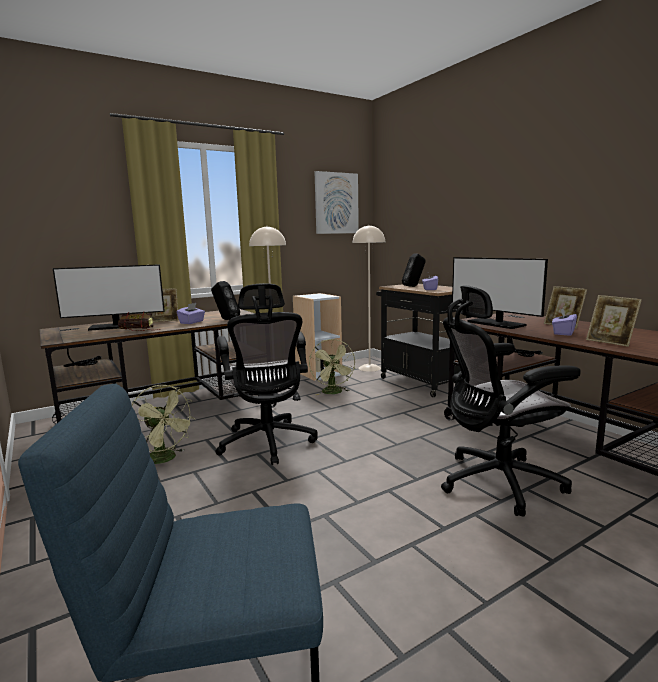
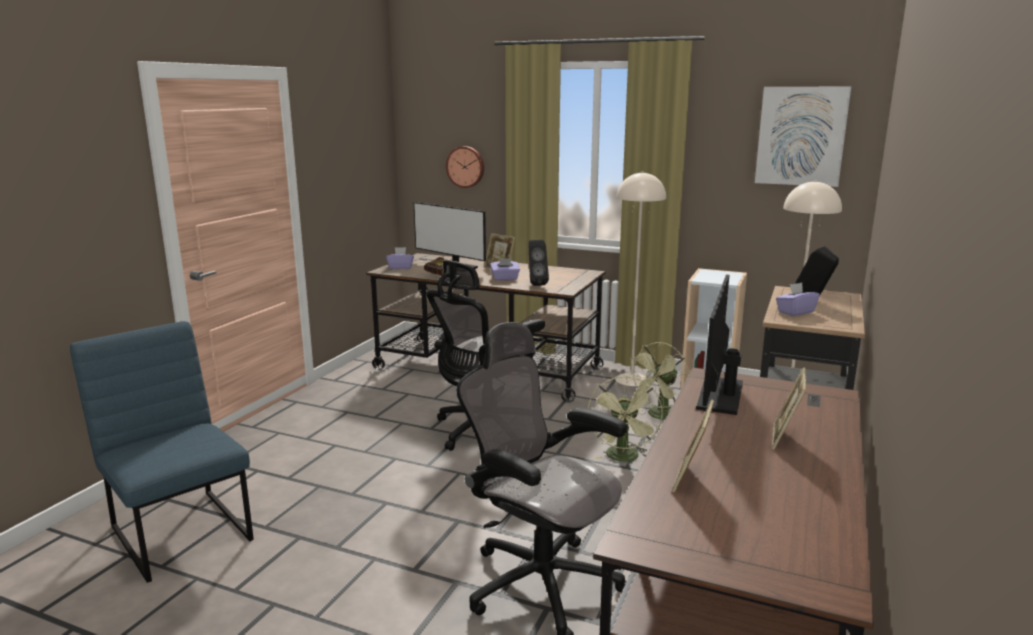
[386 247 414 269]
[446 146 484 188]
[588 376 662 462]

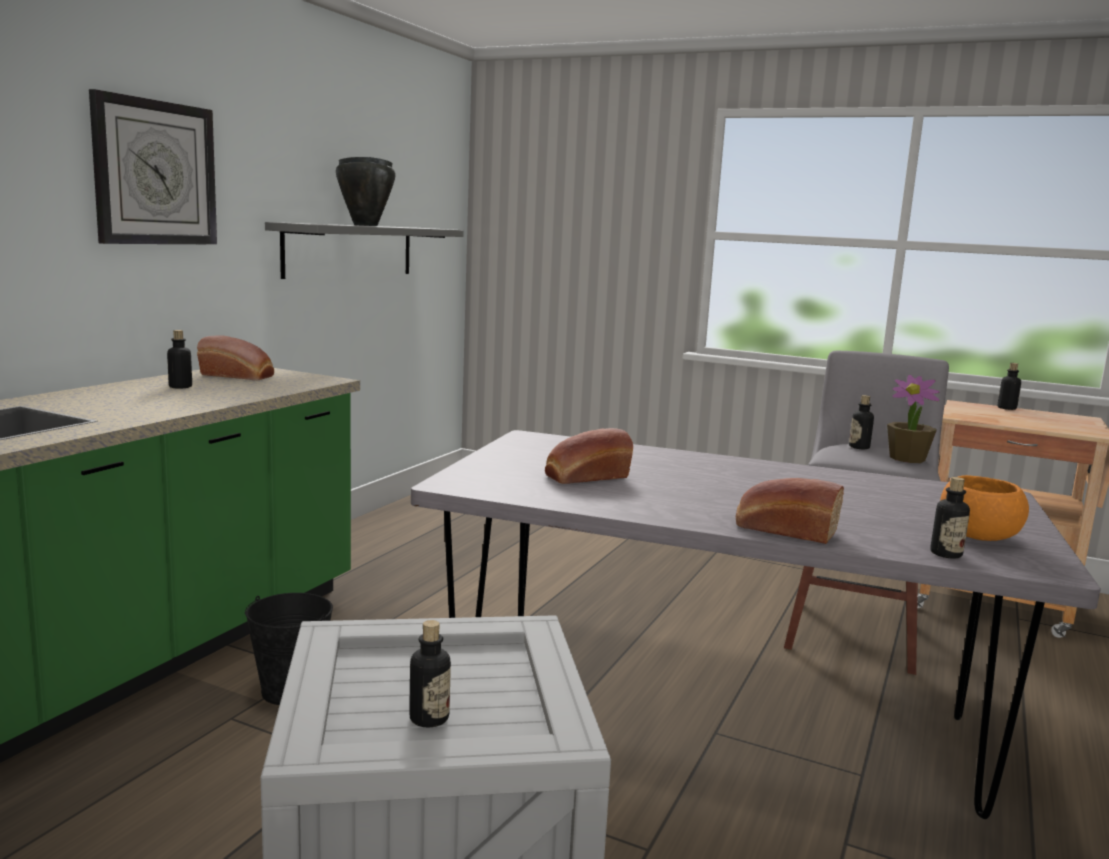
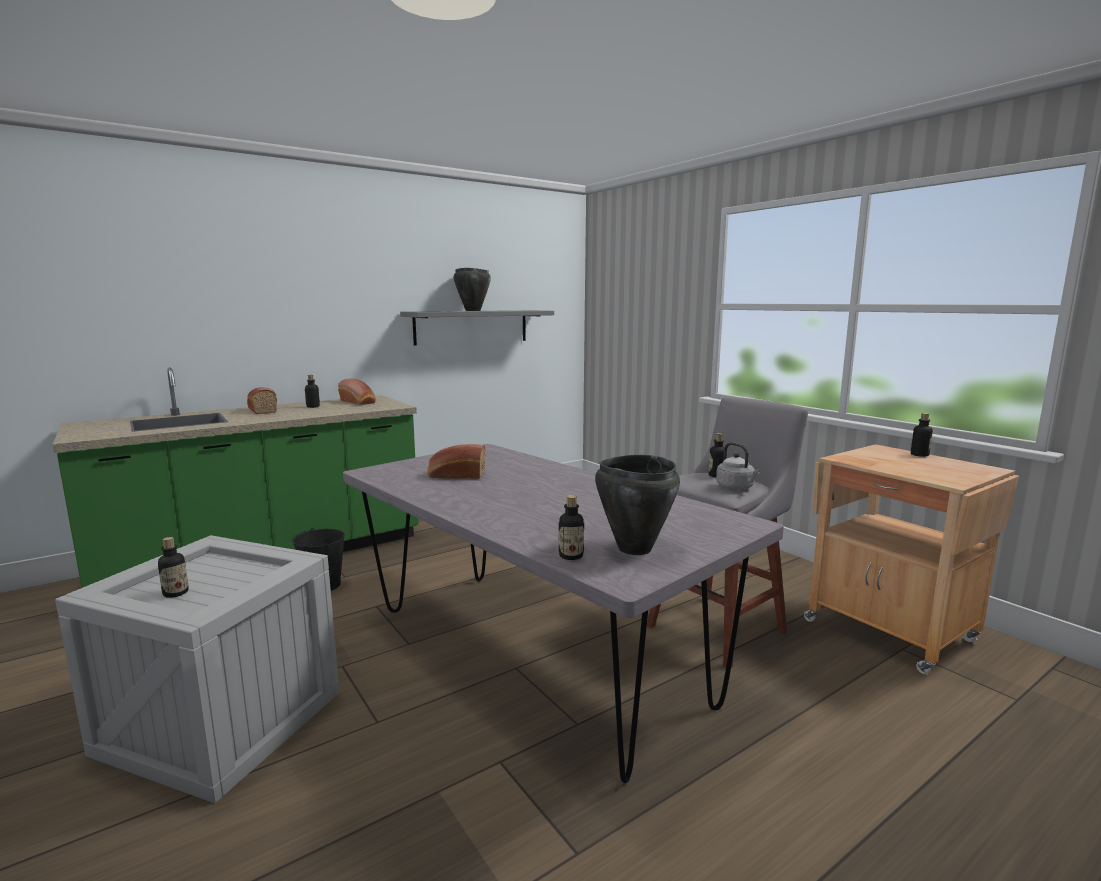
[247 387 277 414]
[595 455 680 555]
[716 442 760 490]
[89 89 217 245] (first image)

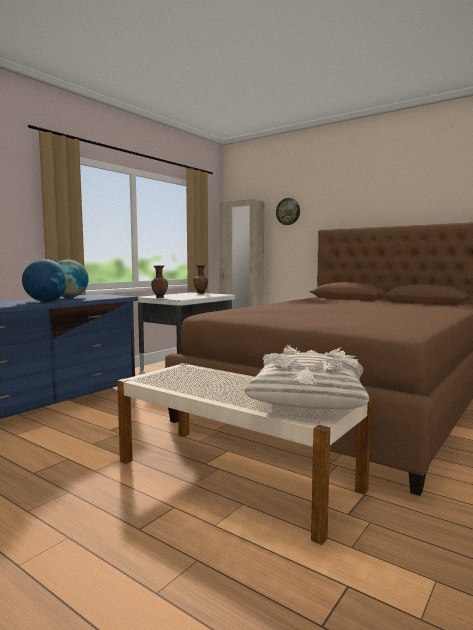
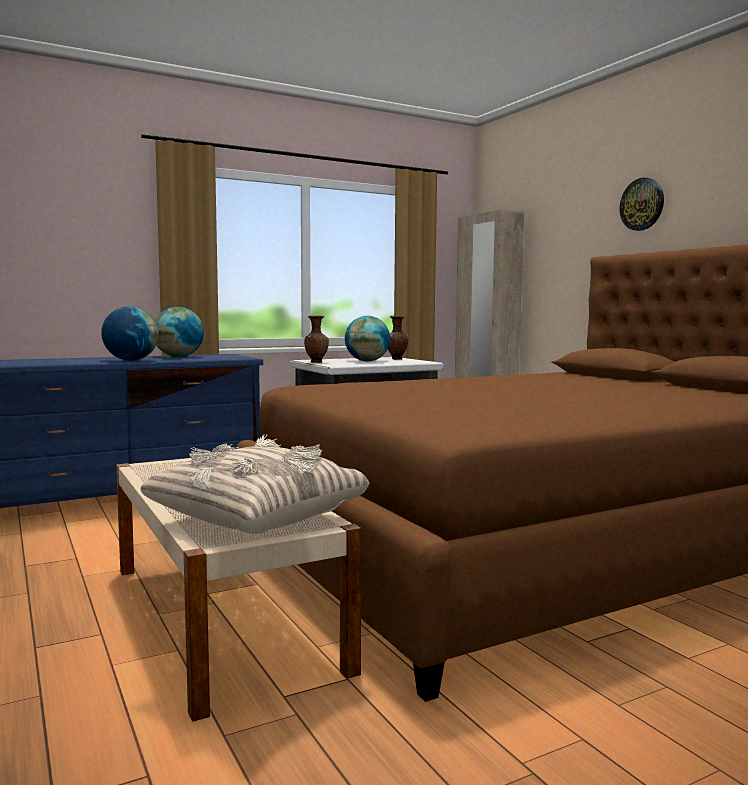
[345 316 390 361]
[619 178 664 231]

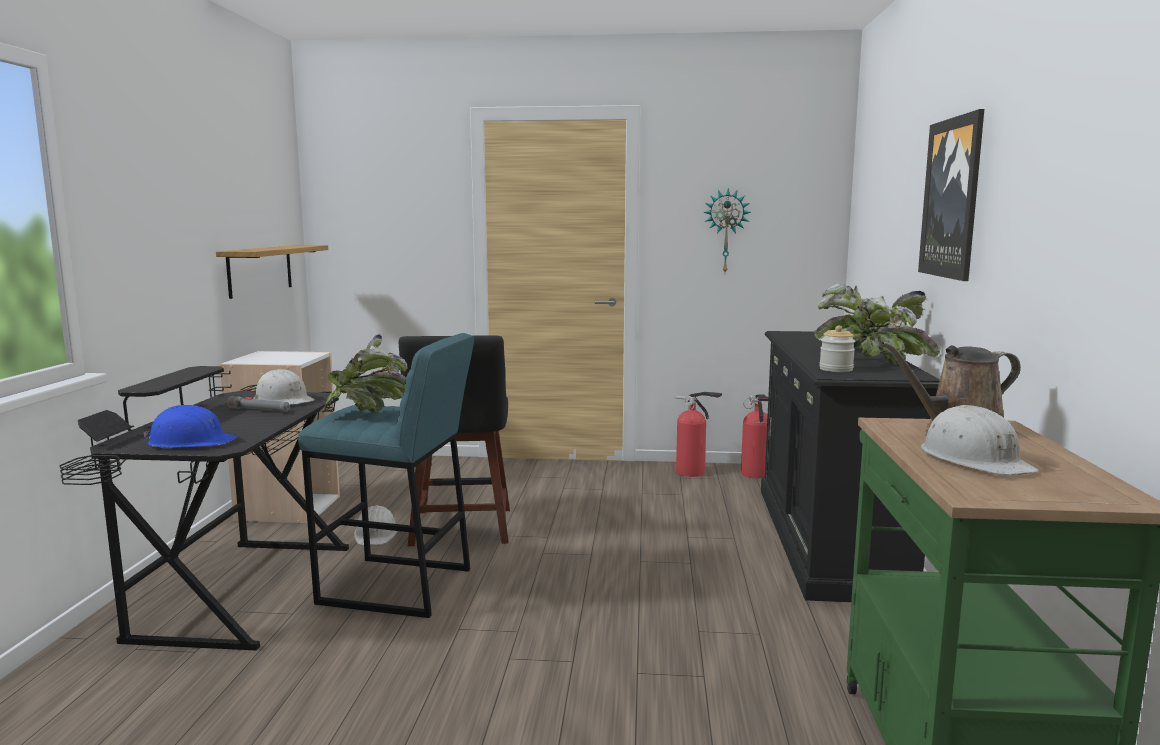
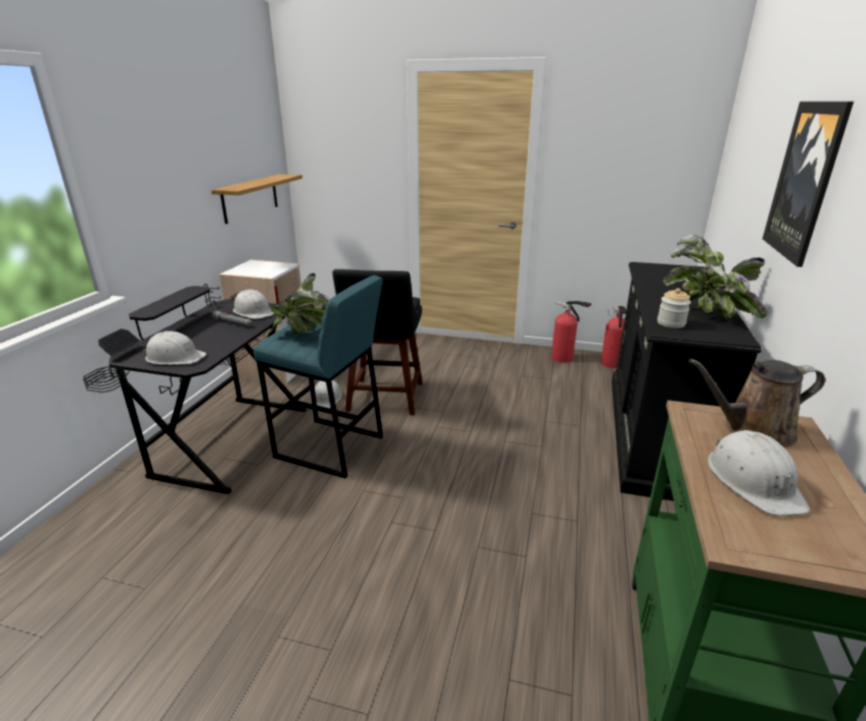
[143 331 206 365]
[703 188 751 273] (first image)

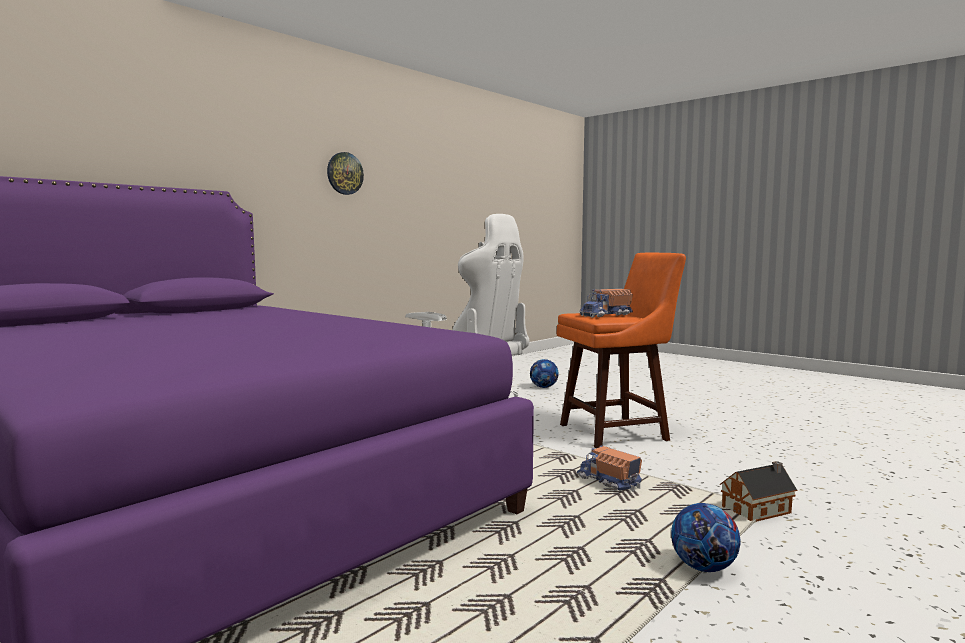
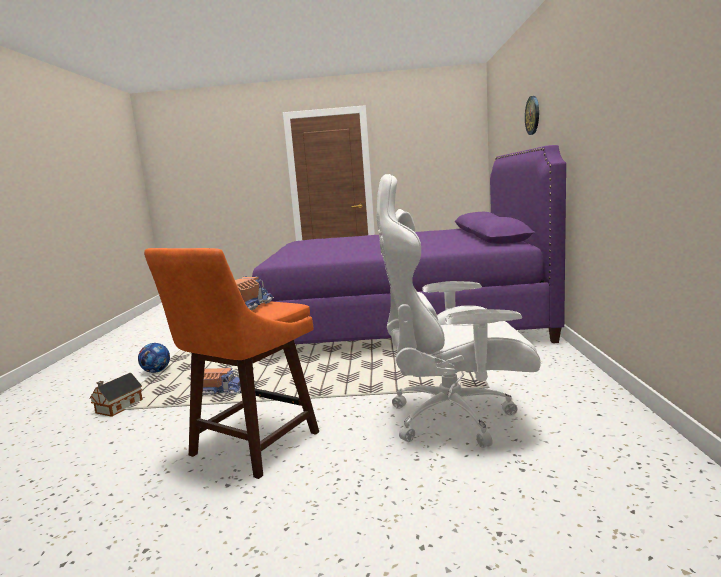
[525 96 539 135]
[530 359 559 388] (first image)

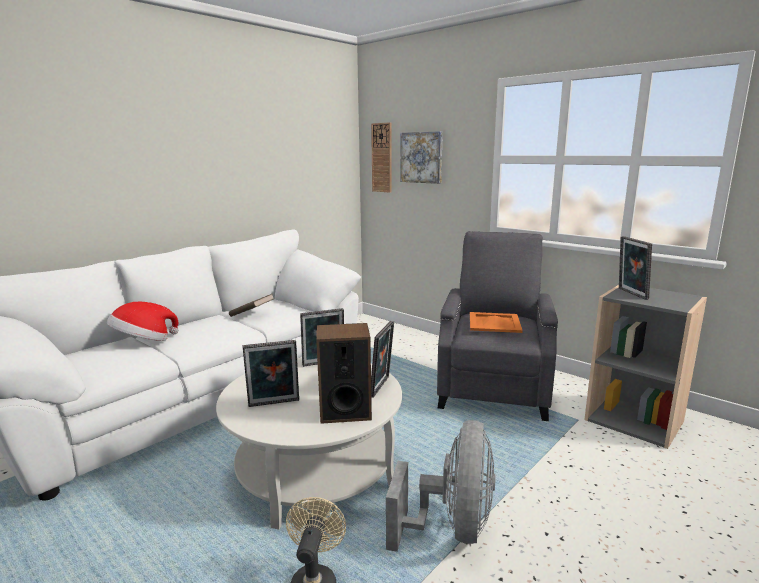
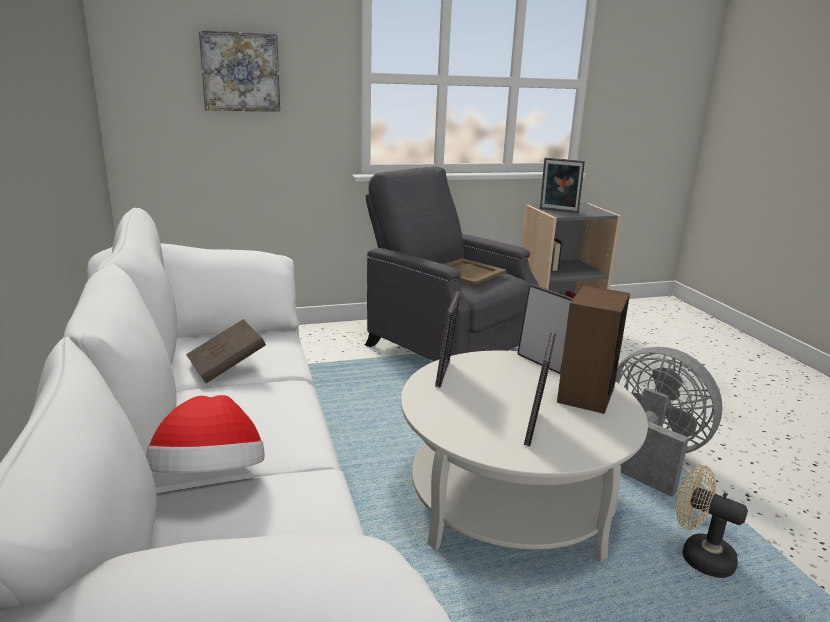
[444 258 506 285]
[371 122 392 193] (first image)

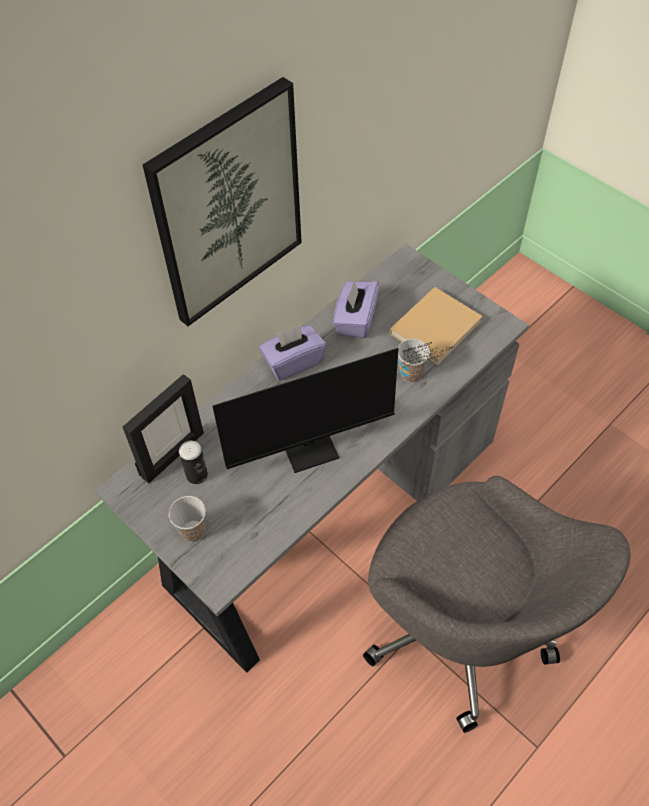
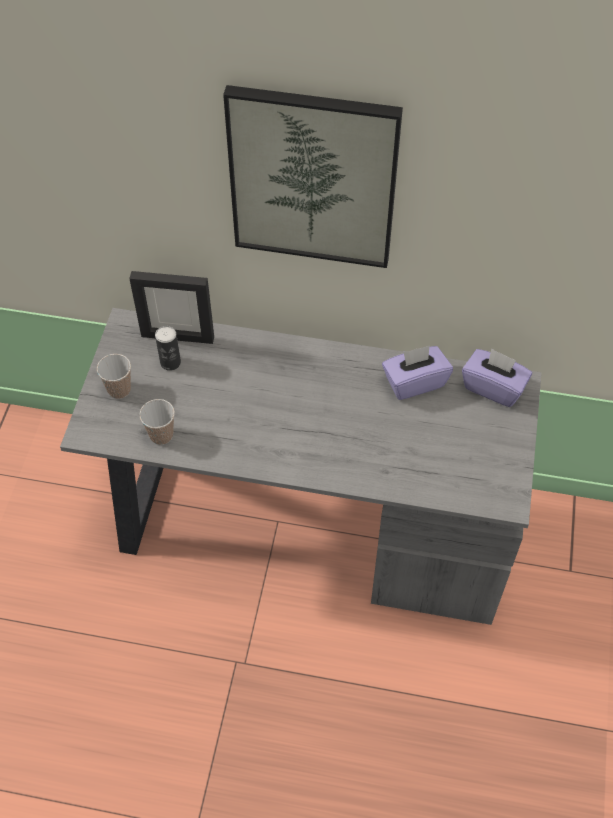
[139 399 175 445]
[462 348 532 407]
[212 342 454 473] (first image)
[363 476 631 733] (first image)
[390 287 483 366] (first image)

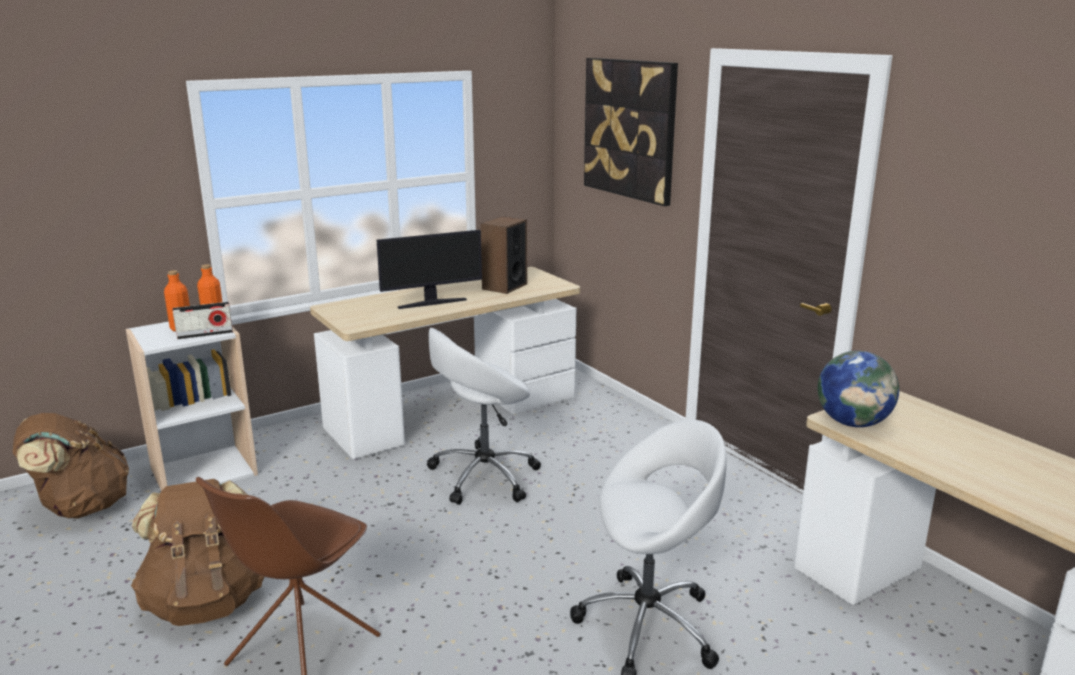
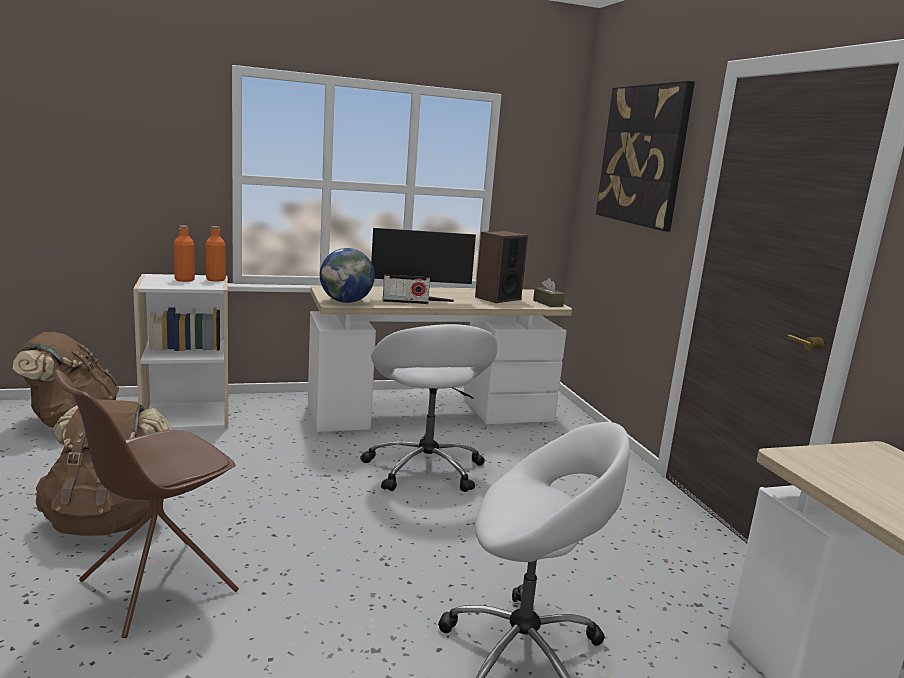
[320 248 375 303]
[360 324 497 492]
[383 275 430 304]
[533 278 565 307]

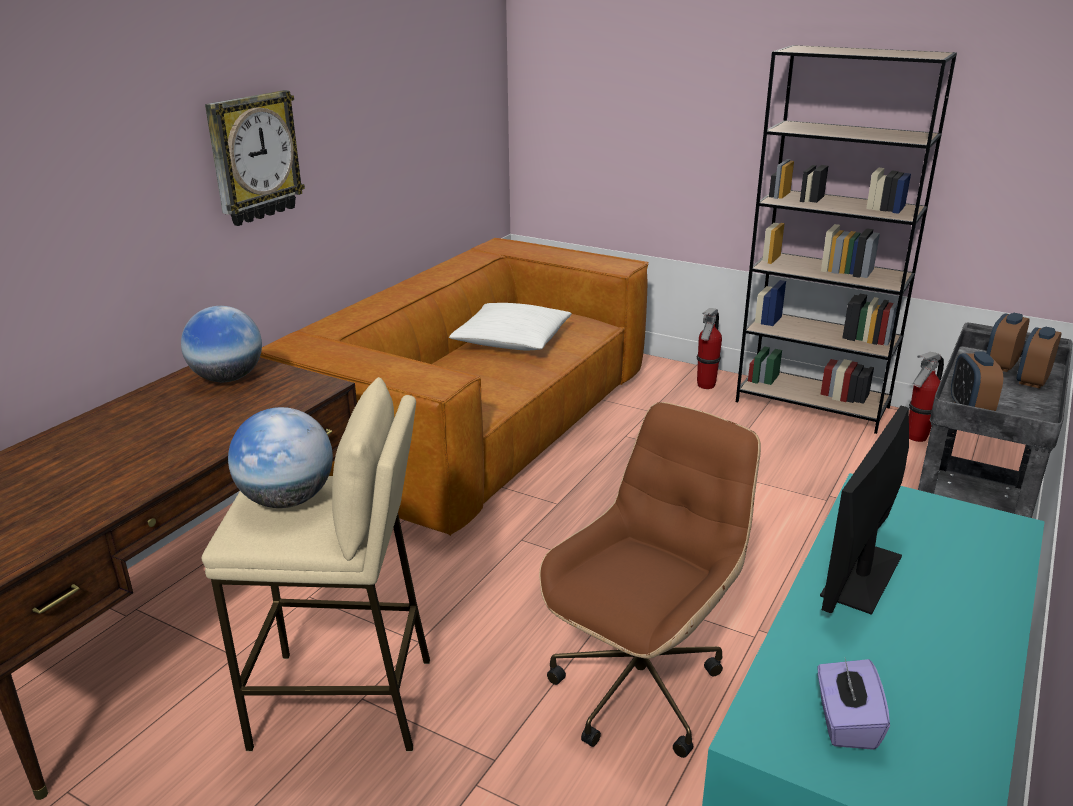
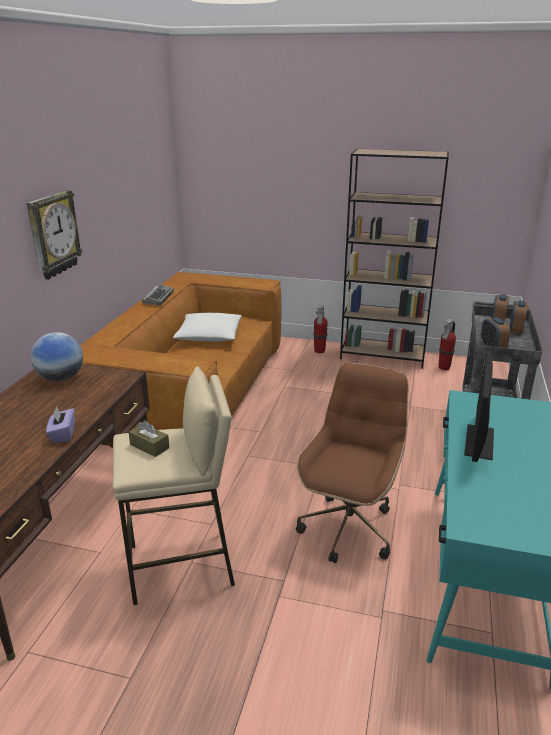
[46 406 75 443]
[129 420 169 457]
[142 284 174 306]

